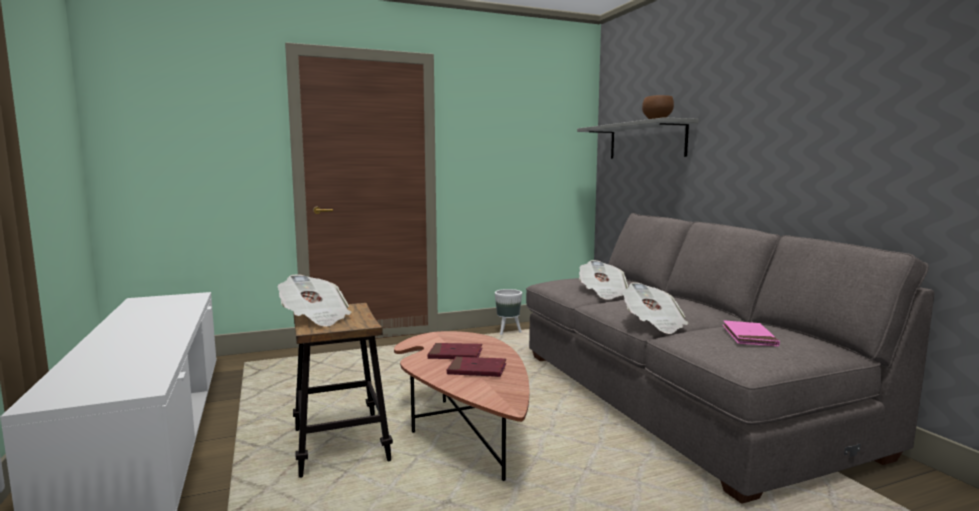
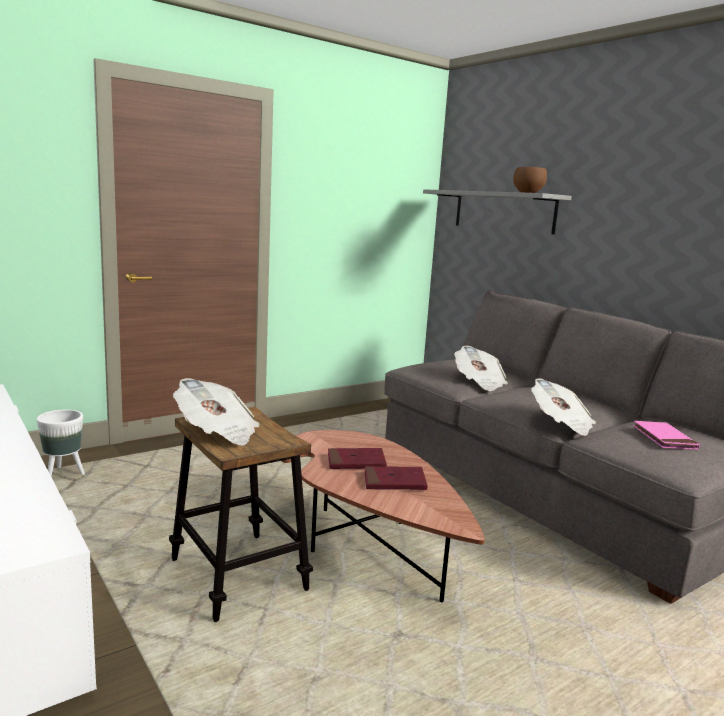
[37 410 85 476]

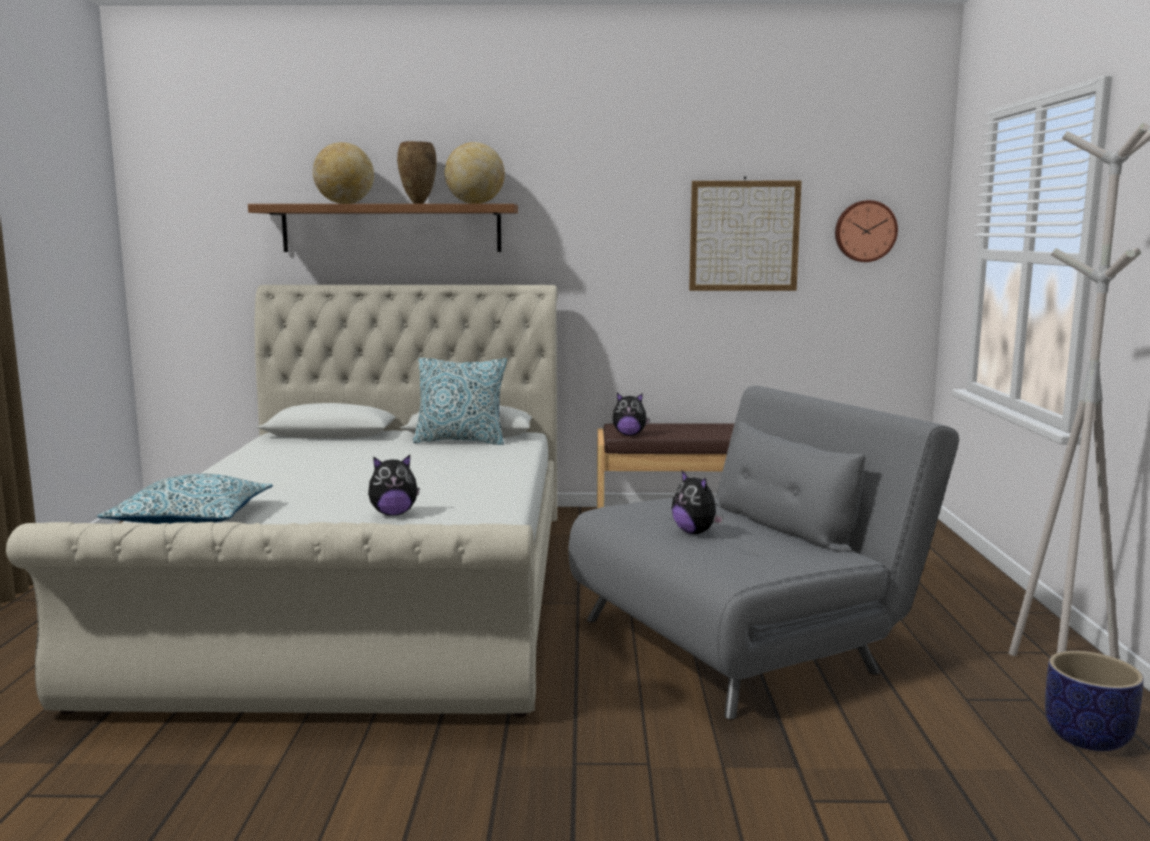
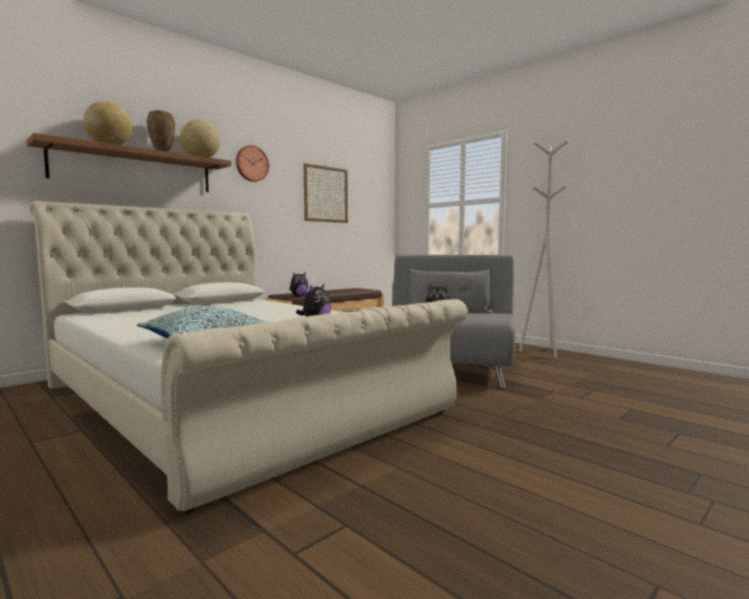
[236 145 269 182]
[413 358 507 445] (first image)
[1045 651 1144 751] (first image)

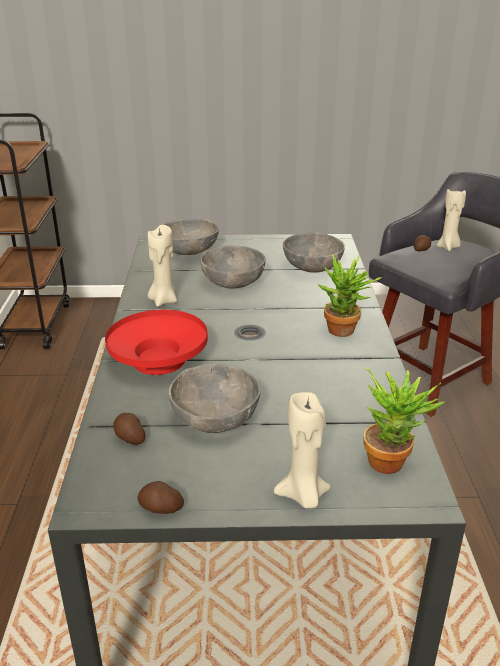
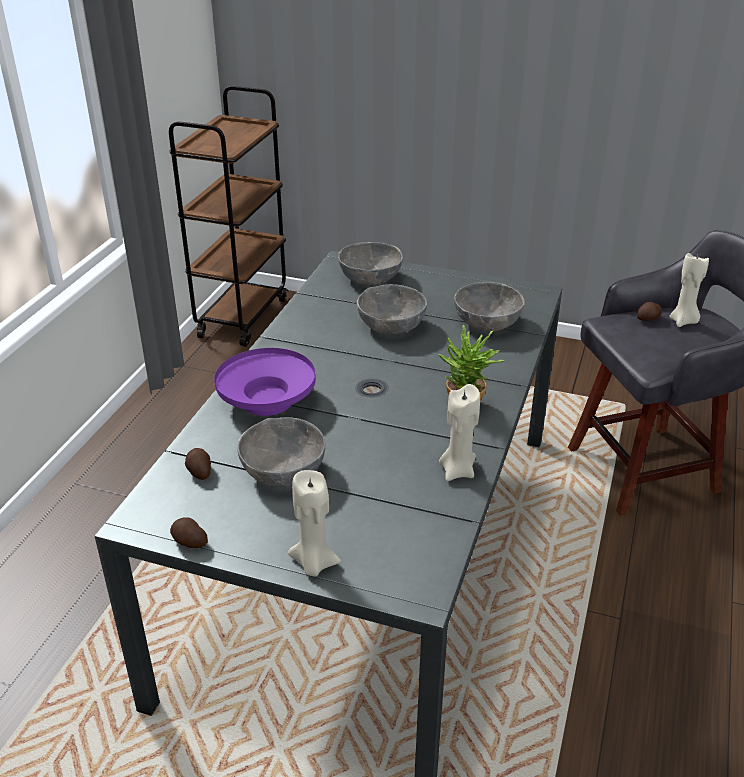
[214 348 316 416]
[439 384 480 481]
[363 367 445 474] (first image)

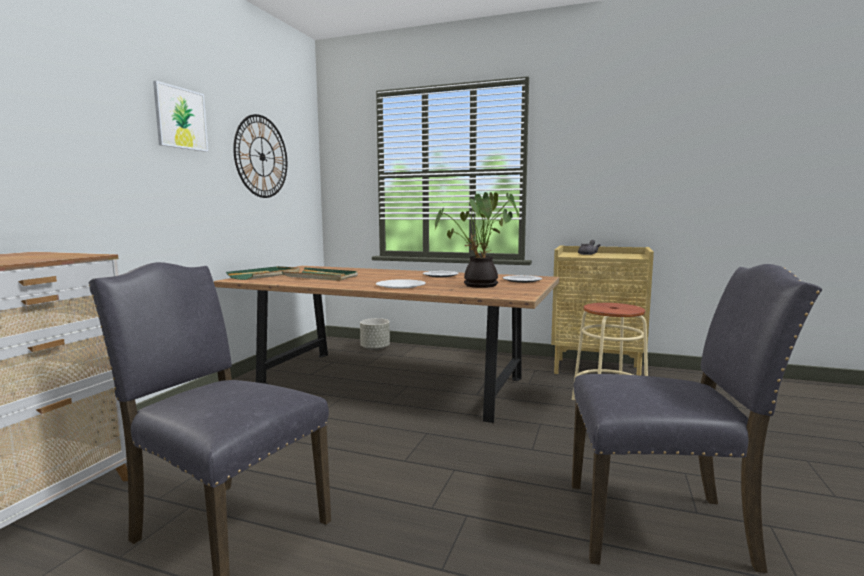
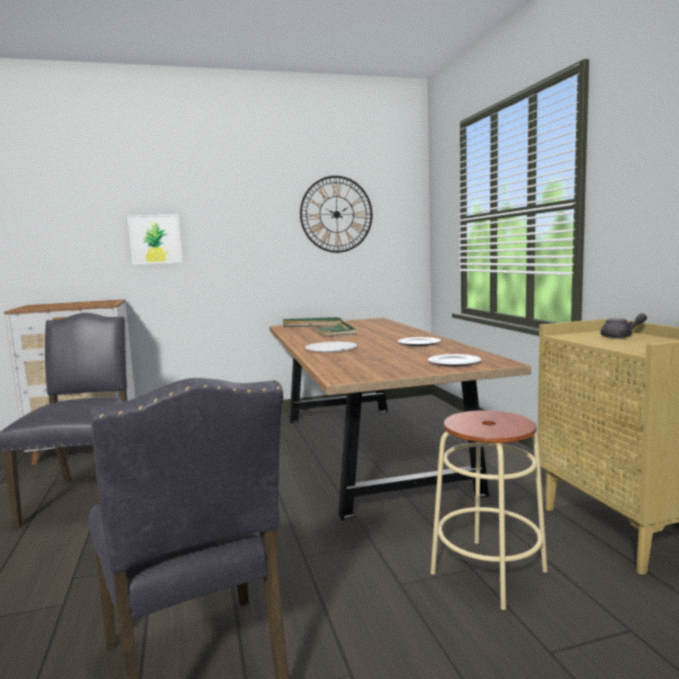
[128 214 182 264]
[360 318 390 350] (first image)
[435 192 519 288] (first image)

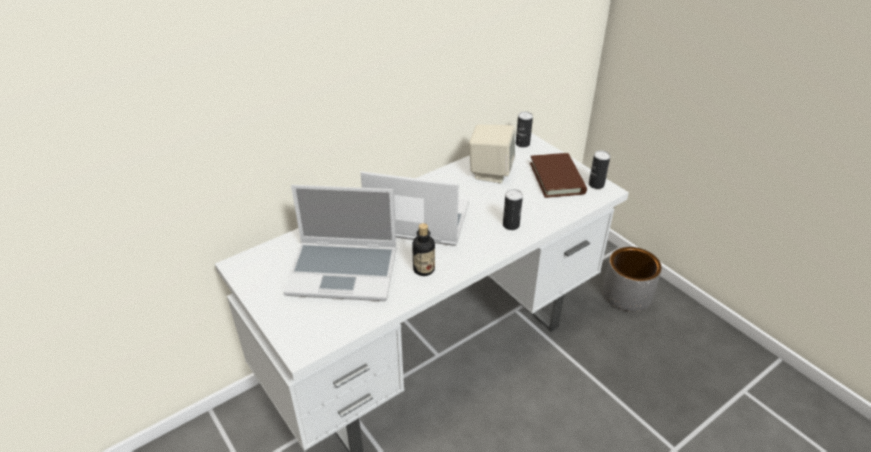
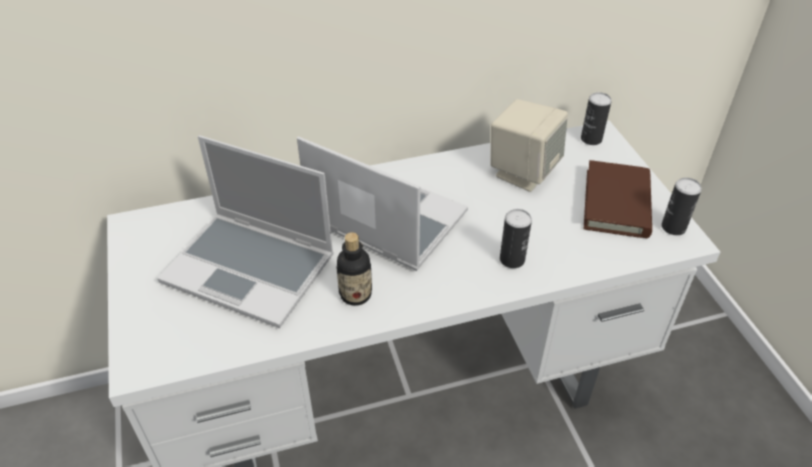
[603 247 662 312] (first image)

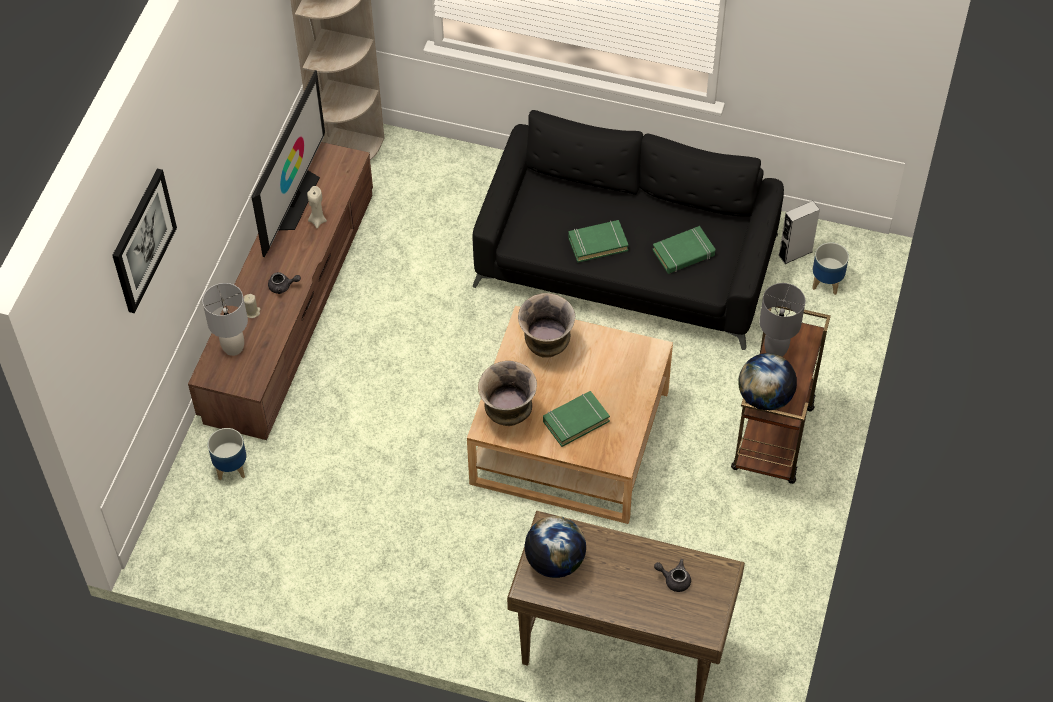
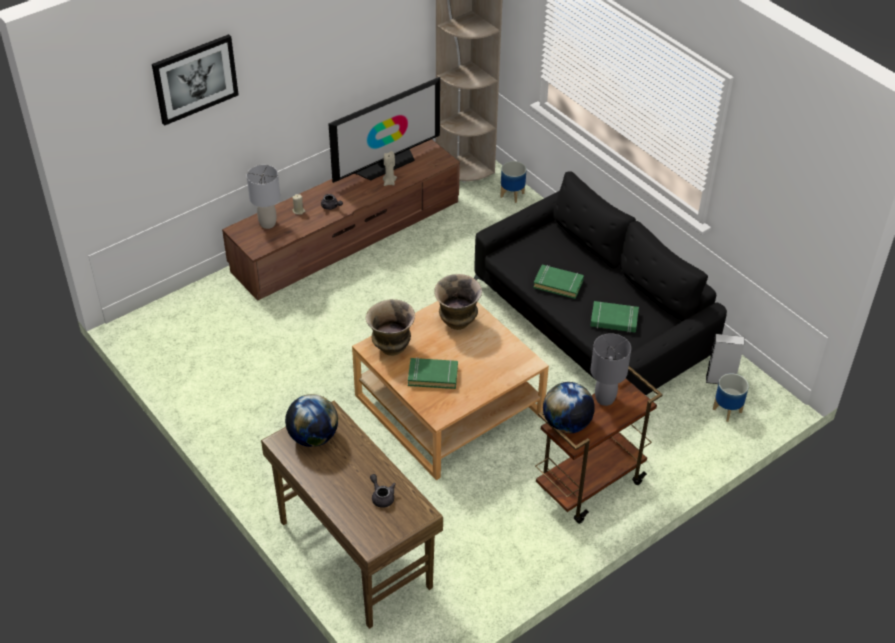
[500 161 526 203]

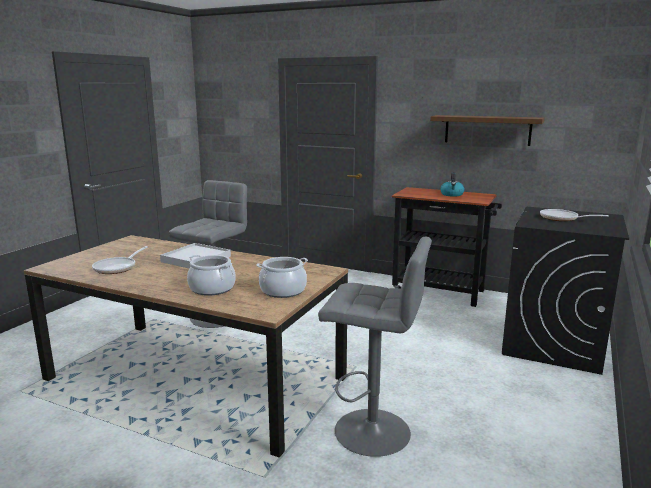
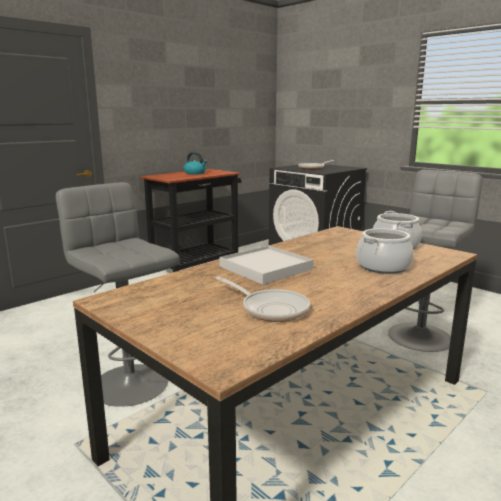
[430 115 545 146] (first image)

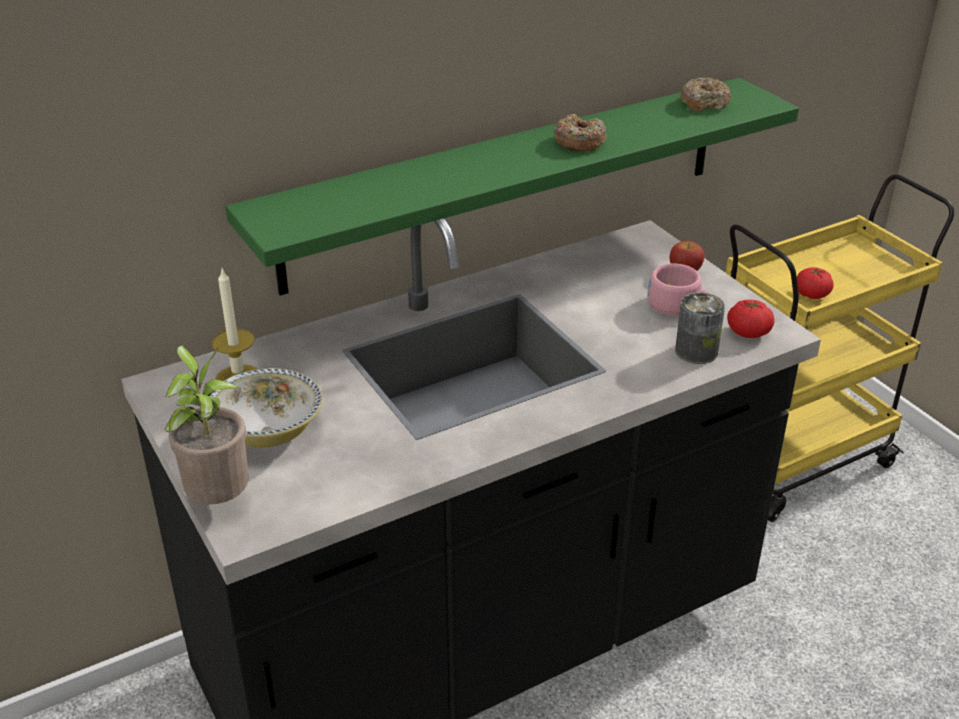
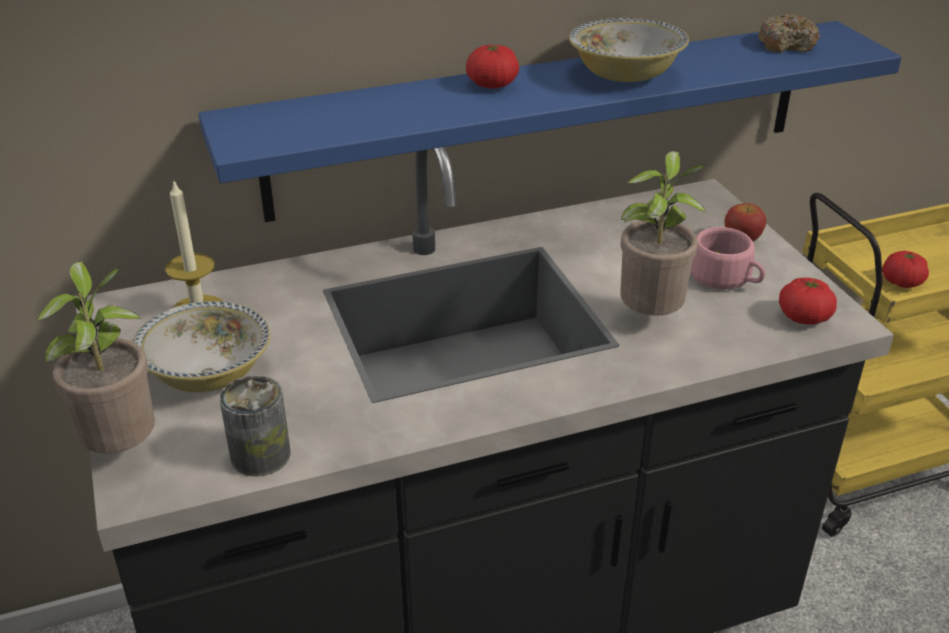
[198 21 902 222]
[220 375 291 476]
[466 44 519 89]
[569 18 689 82]
[620 151 706 316]

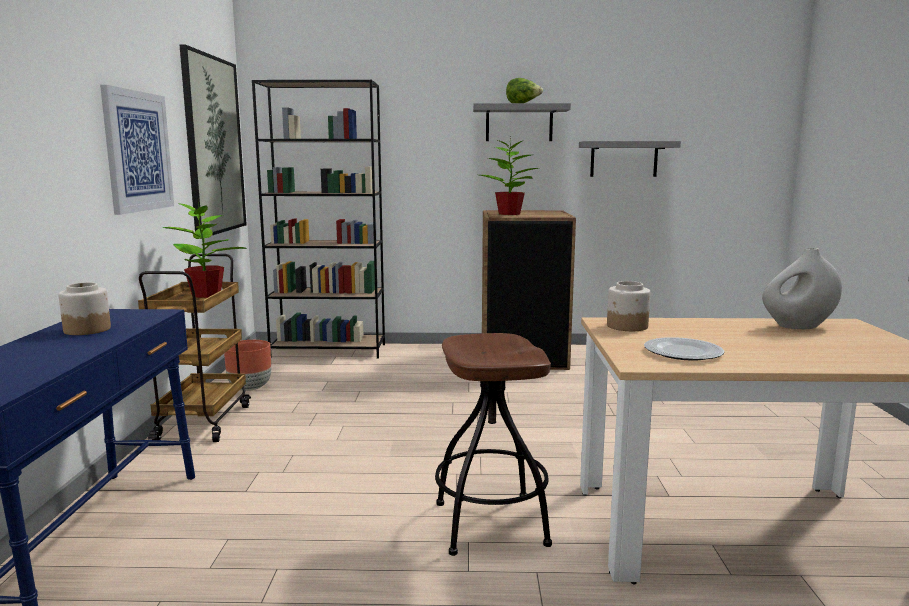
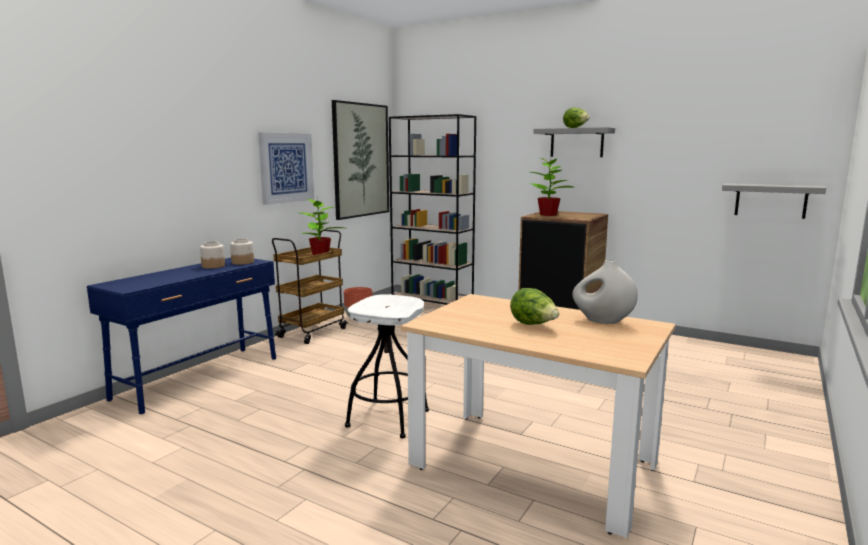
[230 239 254 265]
[345 294 429 438]
[510 288 559 325]
[722 184 826 219]
[644 337 724 361] (first image)

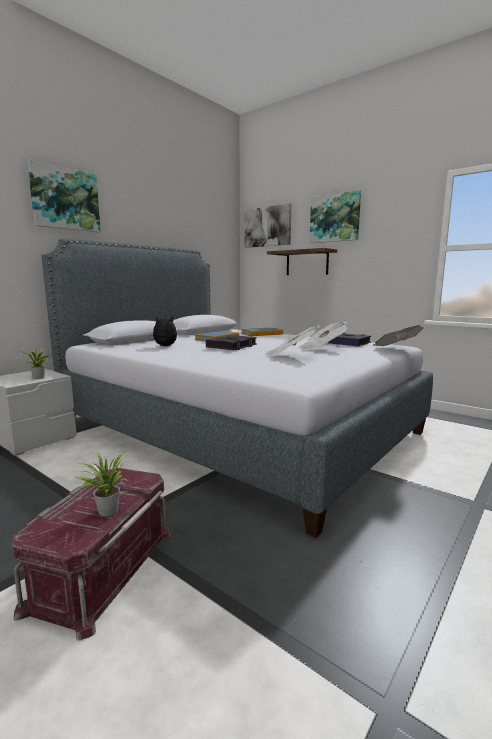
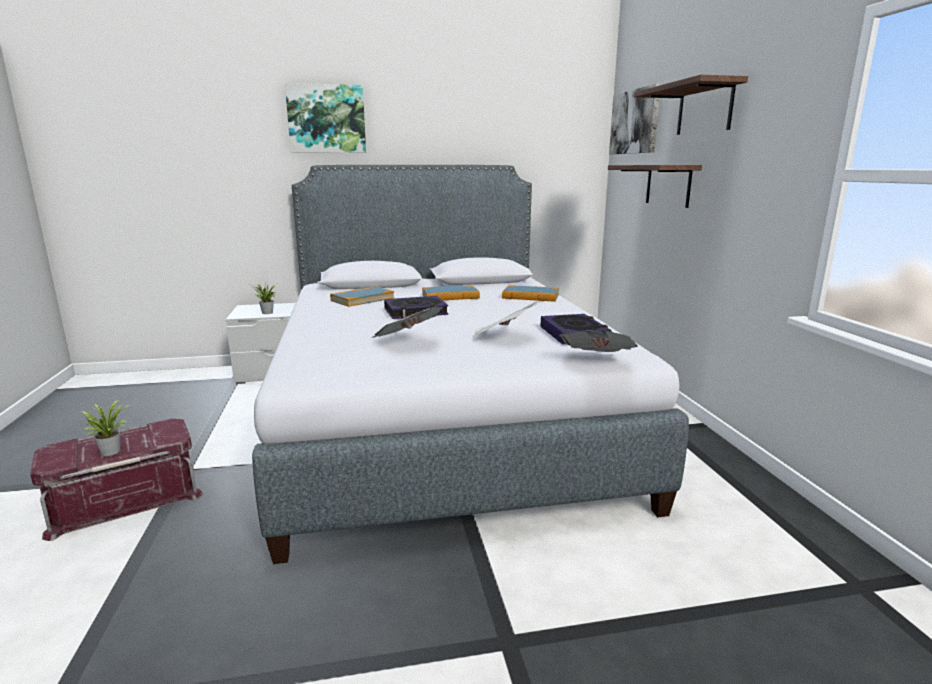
[330 286 394 307]
[634 75 748 135]

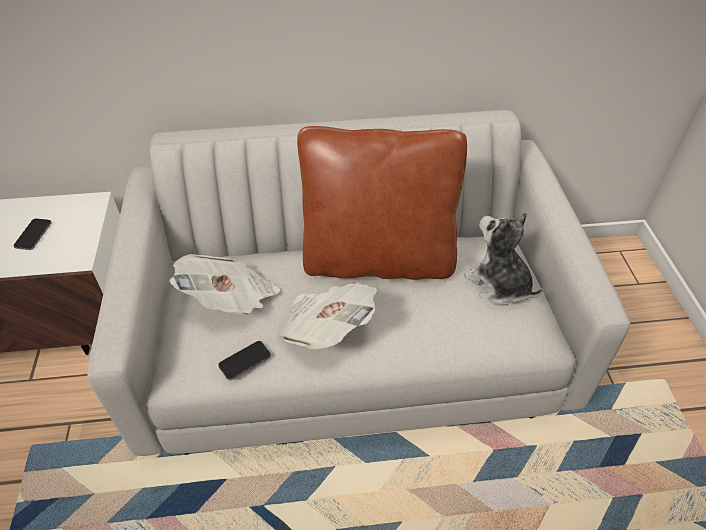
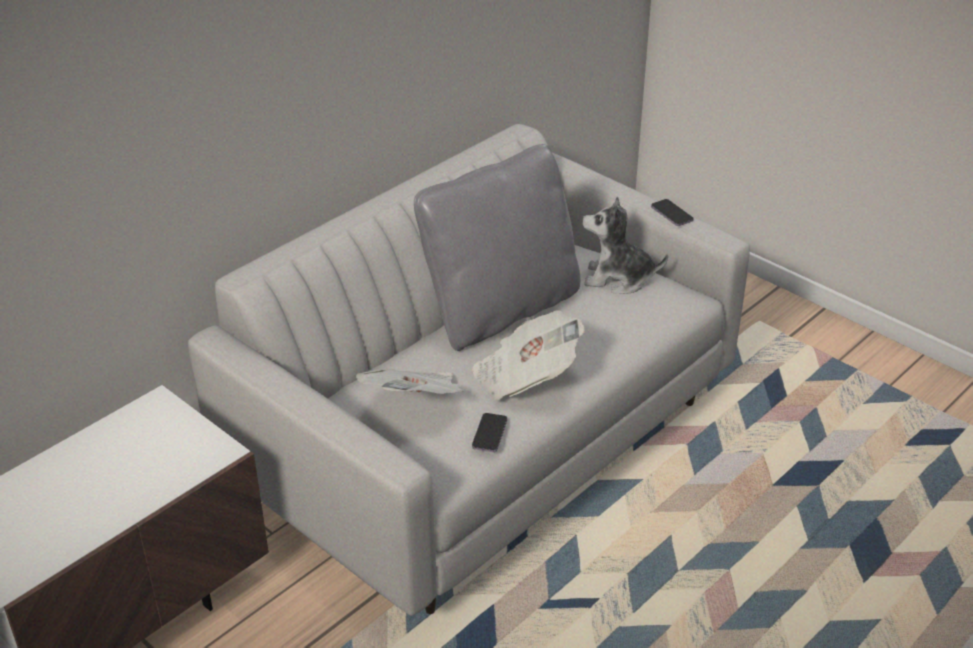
[414 144 580 351]
[651 199 693 226]

